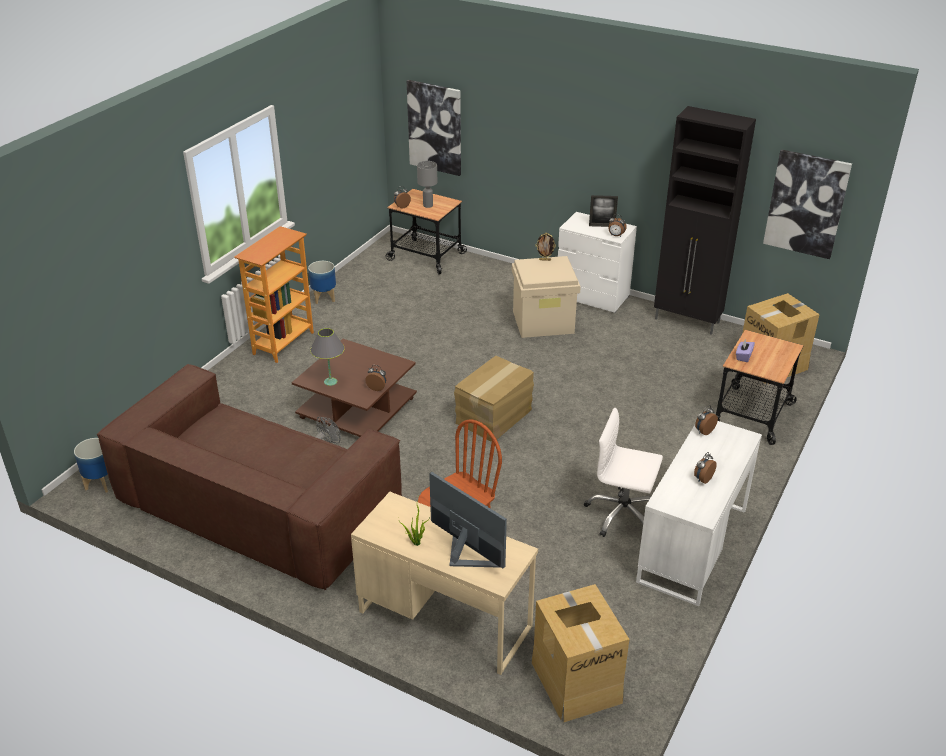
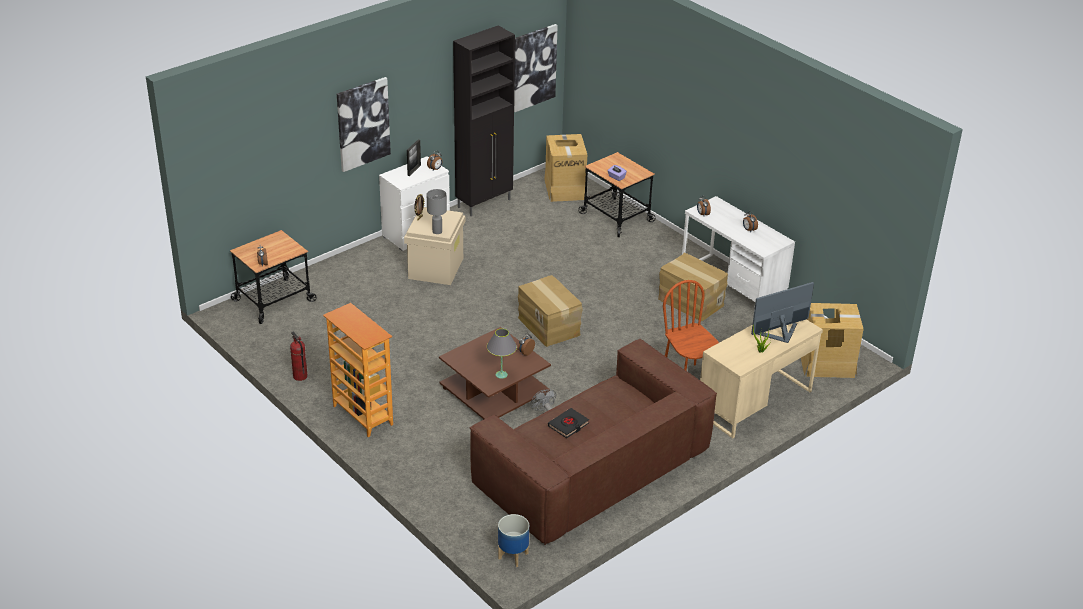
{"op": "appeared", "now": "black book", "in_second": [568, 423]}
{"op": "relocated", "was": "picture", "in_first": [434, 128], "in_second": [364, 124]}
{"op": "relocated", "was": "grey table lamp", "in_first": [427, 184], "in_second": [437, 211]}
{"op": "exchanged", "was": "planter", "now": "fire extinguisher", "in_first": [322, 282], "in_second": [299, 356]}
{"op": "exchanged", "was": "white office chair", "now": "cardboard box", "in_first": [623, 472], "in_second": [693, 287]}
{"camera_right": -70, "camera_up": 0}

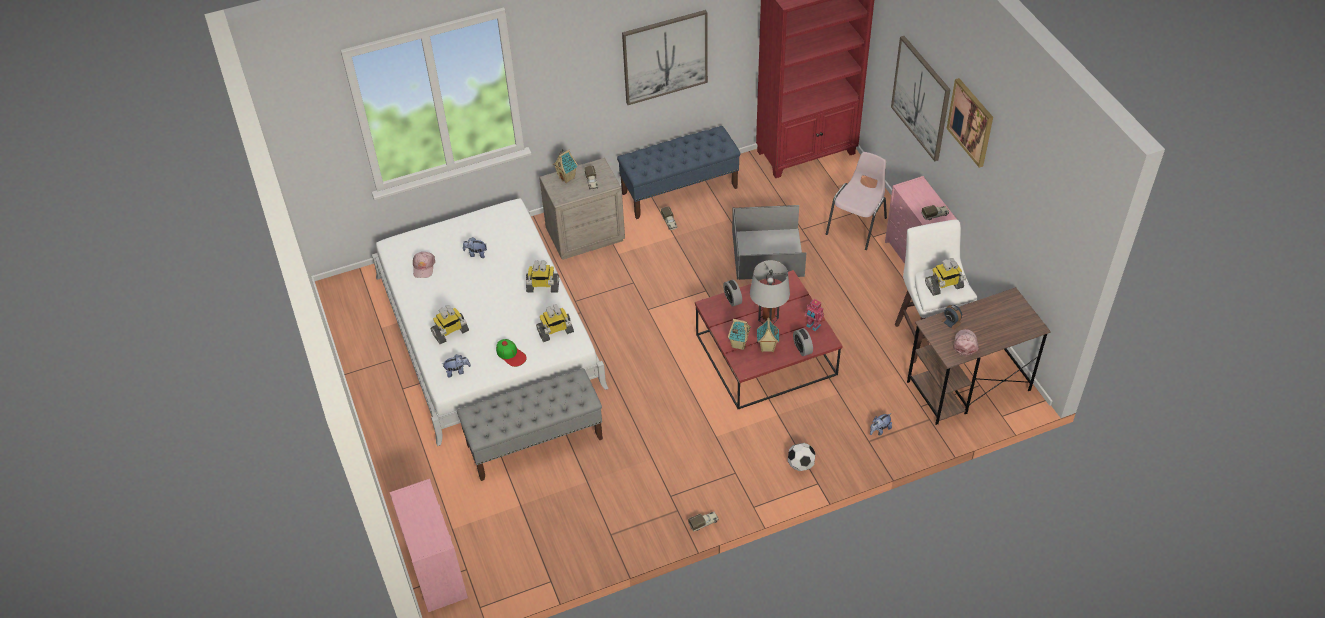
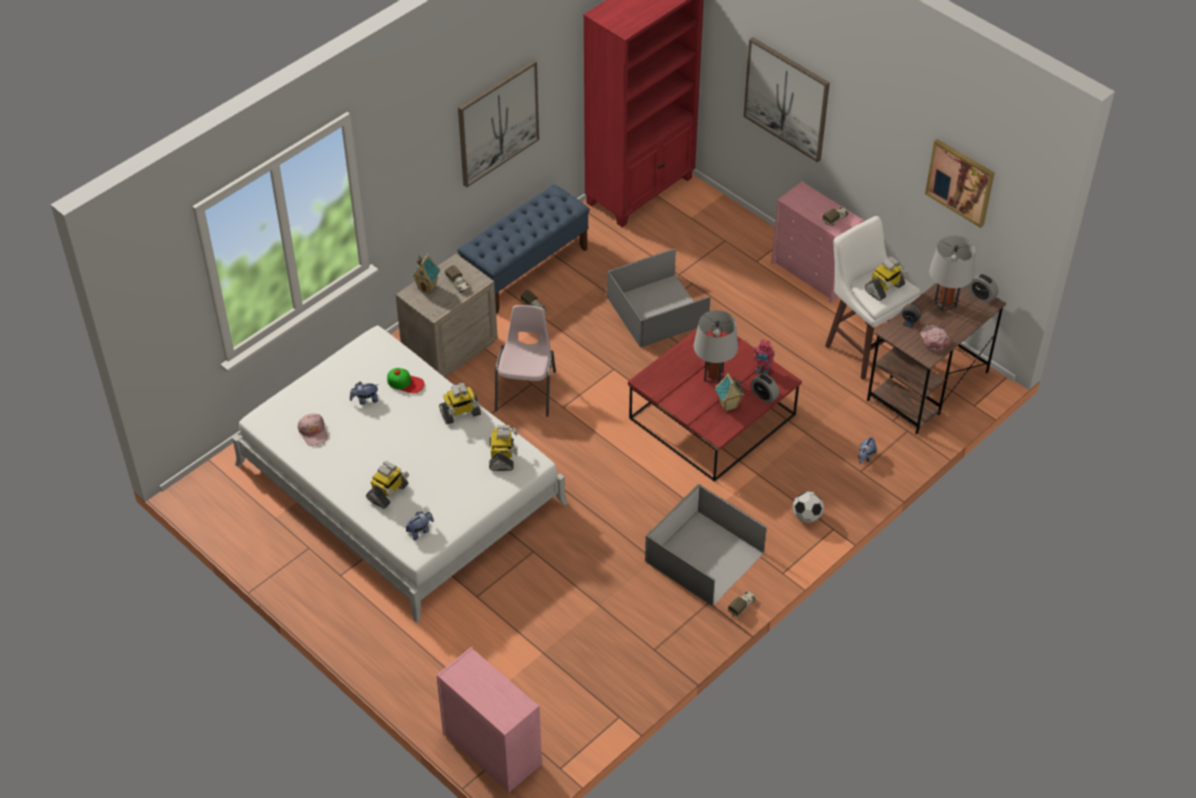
{"op": "missing", "was": "grey bench", "in_first": [530, 424]}
{"op": "missing", "was": "toy house", "in_first": [739, 334]}
{"op": "appeared", "now": "grey storage box", "in_second": [706, 545]}
{"op": "appeared", "now": "grey table lamp", "in_second": [952, 273]}
{"op": "relocated", "was": "cap", "in_first": [511, 353], "in_second": [406, 380]}
{"op": "relocated", "was": "alarm clock", "in_first": [732, 293], "in_second": [983, 288]}
{"op": "relocated", "was": "pink chair", "in_first": [856, 201], "in_second": [525, 361]}
{"op": "relocated", "was": "picture", "in_first": [969, 123], "in_second": [960, 183]}
{"op": "spun", "was": "toy robot", "in_first": [555, 323], "in_second": [503, 448], "clockwise": -45}
{"camera_right": -25, "camera_up": 0}

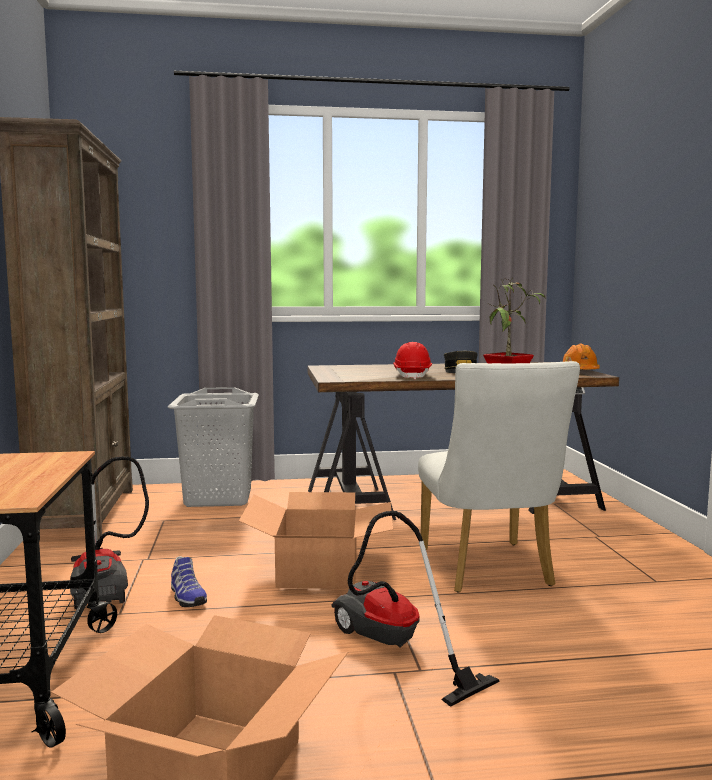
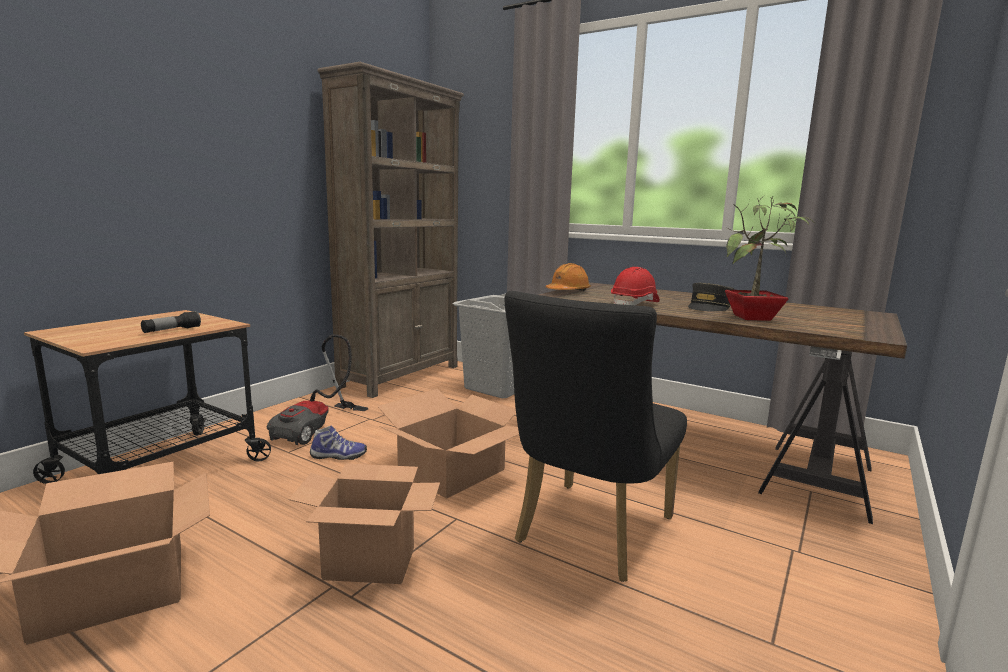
{"op": "appeared", "now": "flashlight", "in_second": [171, 322]}
{"op": "relocated", "was": "orange hard hat", "in_first": [581, 357], "in_second": [568, 277]}
{"op": "exchanged", "was": "vacuum cleaner", "now": "cardboard box", "in_first": [415, 609], "in_second": [364, 524]}
{"op": "colour", "was": "white chair", "now": "black chair", "in_first": [499, 477], "in_second": [595, 436]}
{"op": "spun", "was": "shoe", "in_first": [189, 581], "in_second": [338, 442], "clockwise": -105}
{"camera_right": 40, "camera_up": 5}

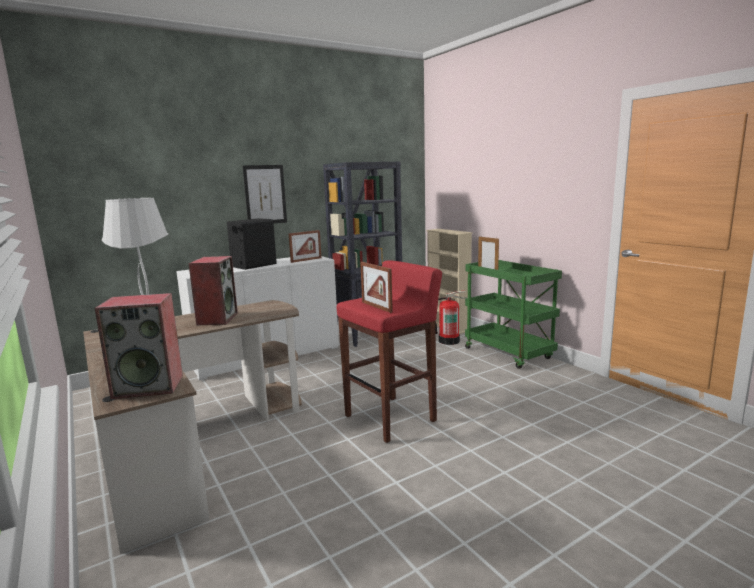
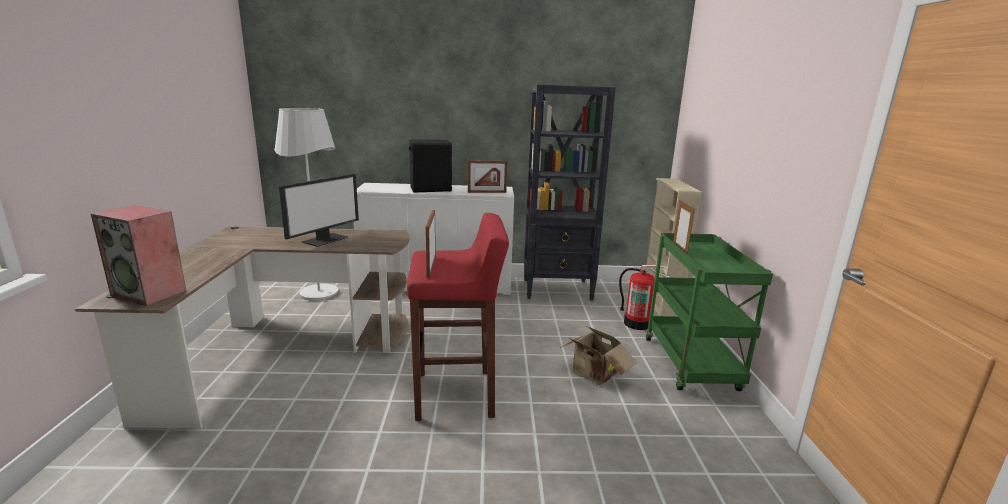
{"op": "missing", "was": "picture", "in_first": [264, 194]}
{"op": "appeared", "now": "cardboard box", "in_second": [598, 355]}
{"op": "exchanged", "was": "speaker", "now": "monitor", "in_first": [213, 290], "in_second": [319, 210]}
{"camera_right": 30, "camera_up": 5}

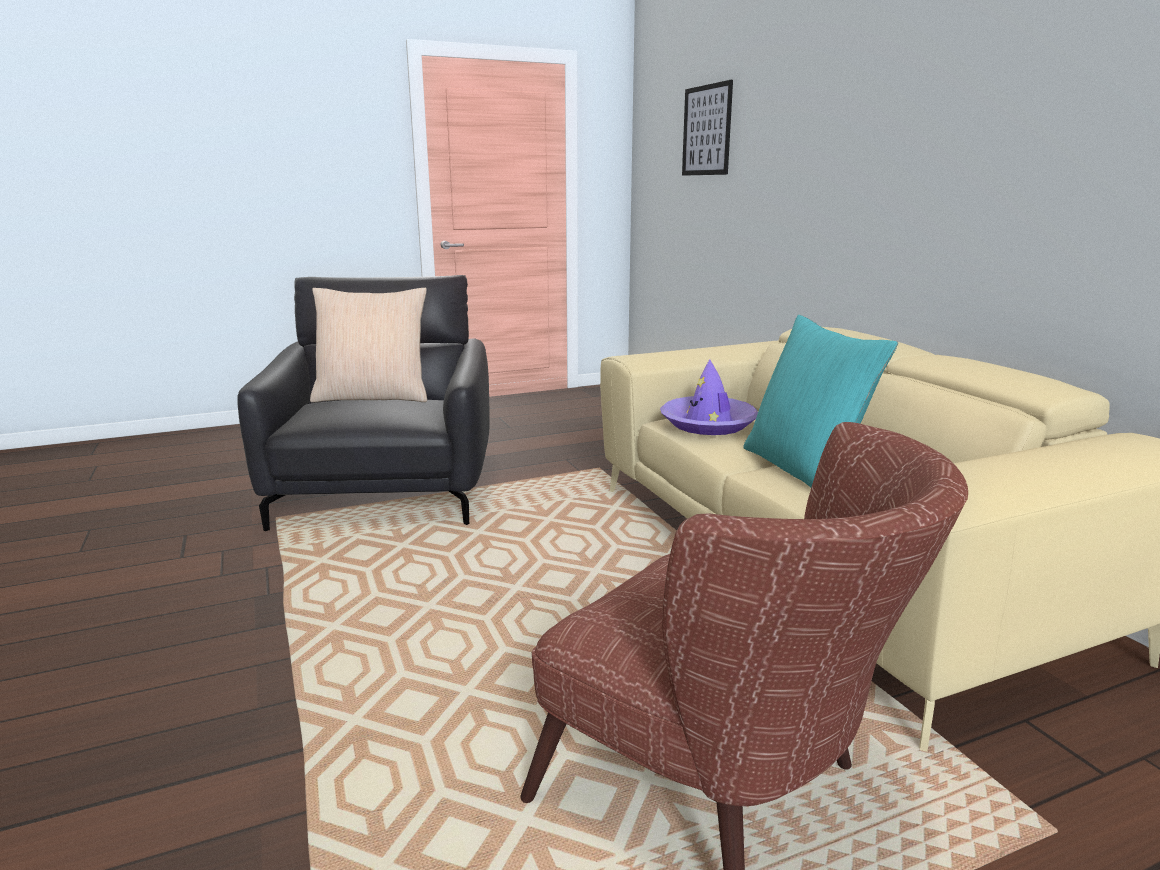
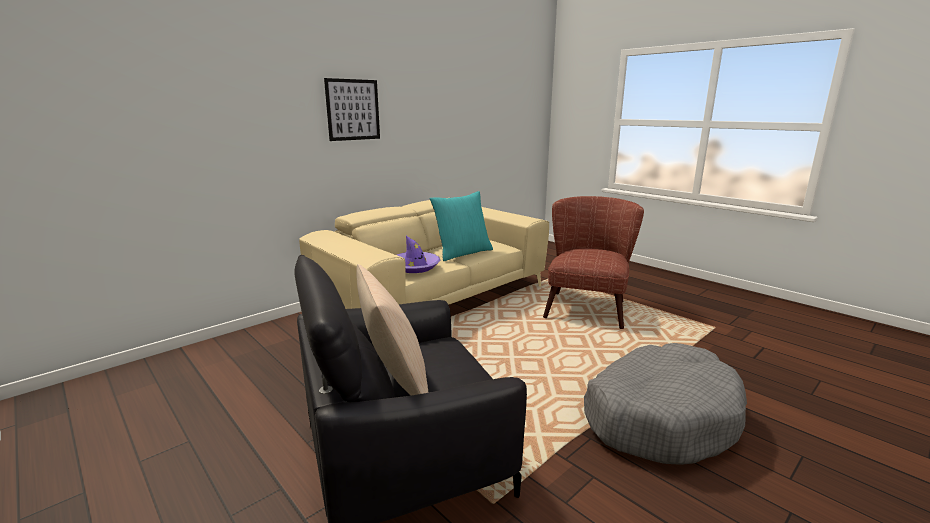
{"op": "appeared", "now": "grey dog bed", "in_second": [665, 404]}
{"op": "relocated", "was": "picture", "in_first": [707, 128], "in_second": [352, 109]}
{"camera_right": -110, "camera_up": 0}

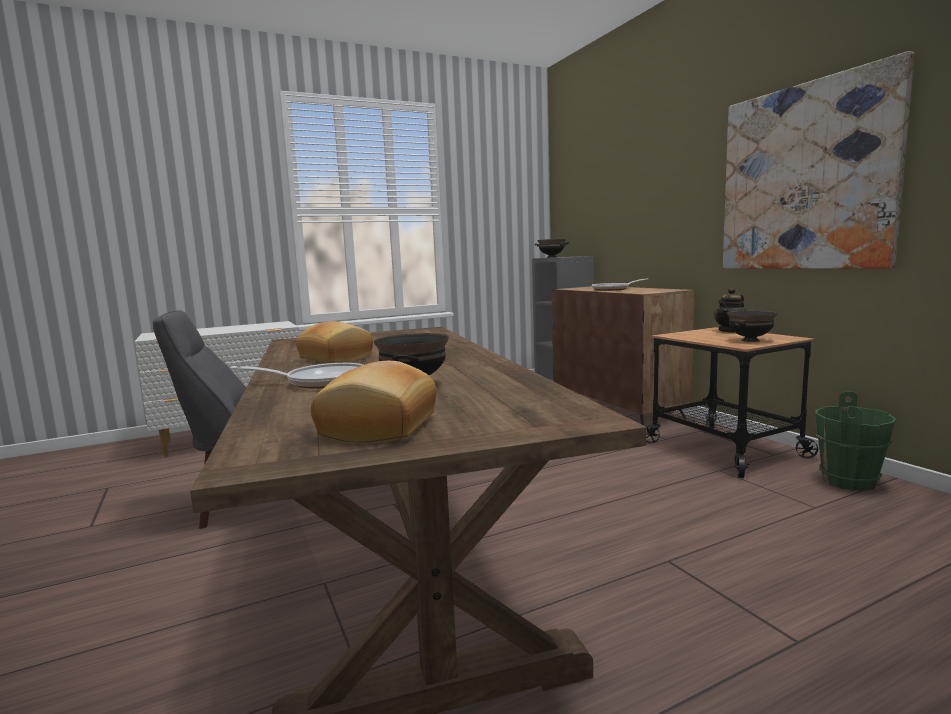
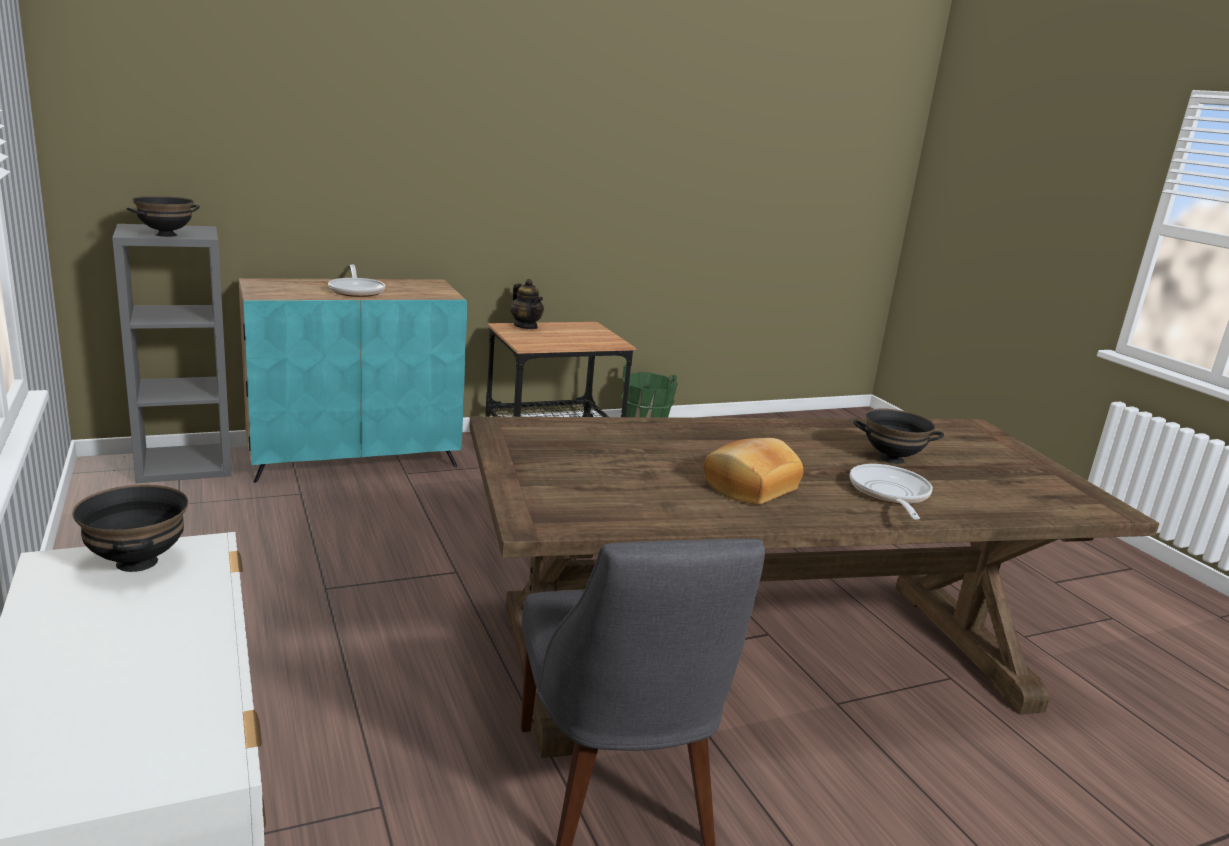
{"op": "missing", "was": "bread", "in_first": [373, 403]}
{"op": "missing", "was": "picture", "in_first": [818, 160]}
{"op": "relocated", "was": "black bowl", "in_first": [752, 326], "in_second": [130, 528]}
{"op": "colour", "was": "brown cabinet", "now": "turquoise cabinet", "in_first": [623, 355], "in_second": [353, 380]}
{"camera_right": -90, "camera_up": 10}

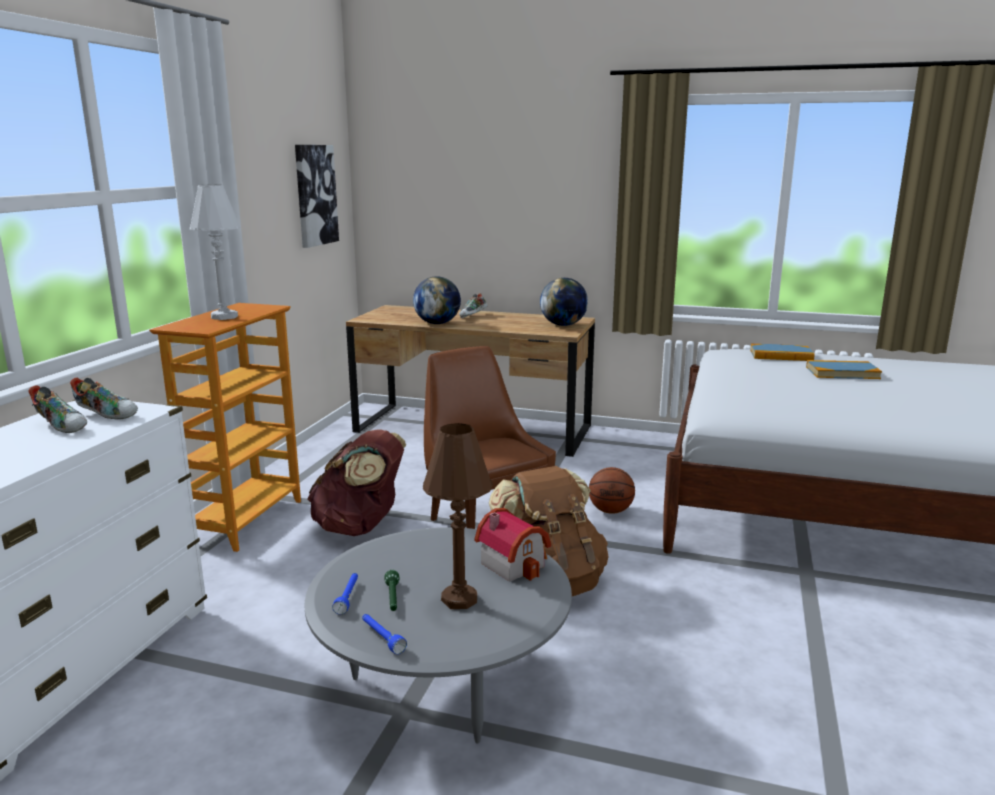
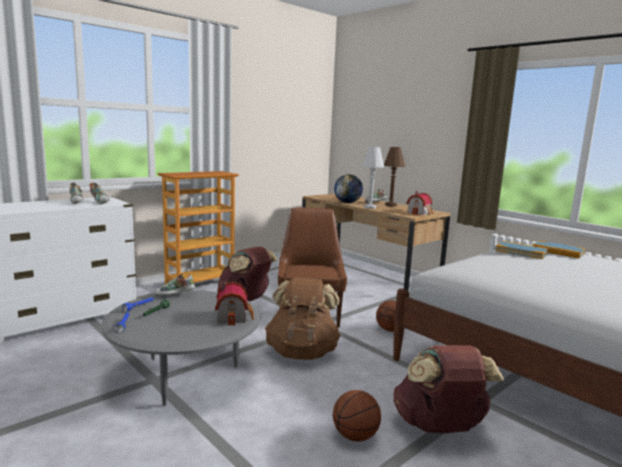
{"op": "missing", "was": "picture", "in_first": [317, 196]}
{"op": "appeared", "now": "shoe", "in_second": [174, 285]}
{"op": "appeared", "now": "basketball", "in_second": [357, 416]}
{"op": "appeared", "now": "brown backpack", "in_second": [448, 389]}
{"op": "relocated", "was": "white table lamp", "in_first": [215, 252], "in_second": [373, 178]}
{"op": "relocated", "was": "brown table lamp", "in_first": [458, 516], "in_second": [394, 177]}
{"op": "relocated", "was": "book", "in_first": [844, 369], "in_second": [521, 250]}
{"op": "exchanged", "was": "globe", "now": "toy house", "in_first": [564, 302], "in_second": [419, 203]}
{"camera_right": 30, "camera_up": -5}

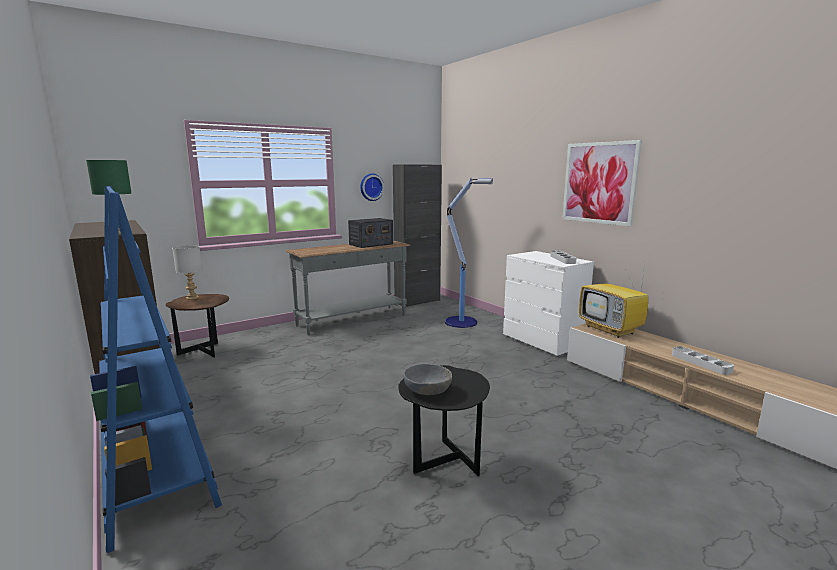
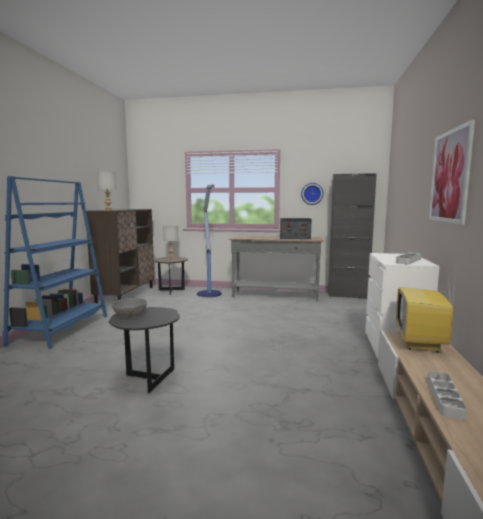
{"op": "relocated", "was": "floor lamp", "in_first": [469, 253], "in_second": [209, 240]}
{"op": "colour", "was": "green table lamp", "now": "grey table lamp", "in_first": [109, 197], "in_second": [107, 191]}
{"camera_right": 45, "camera_up": -5}

